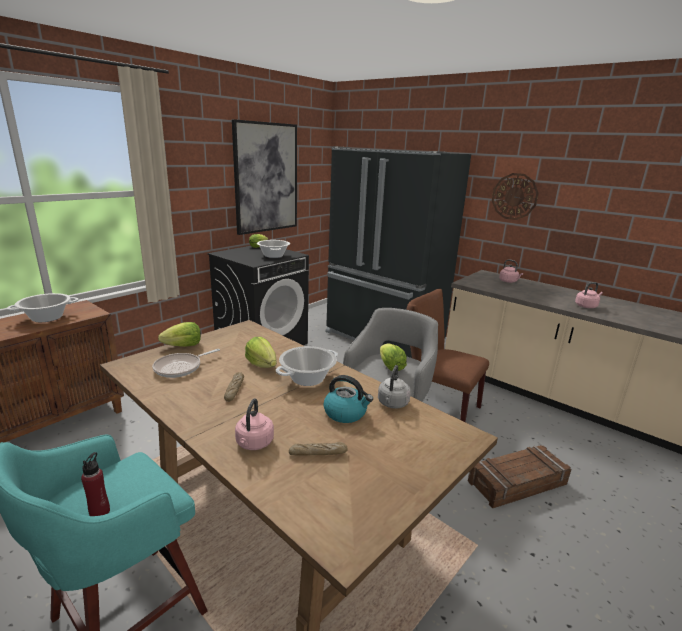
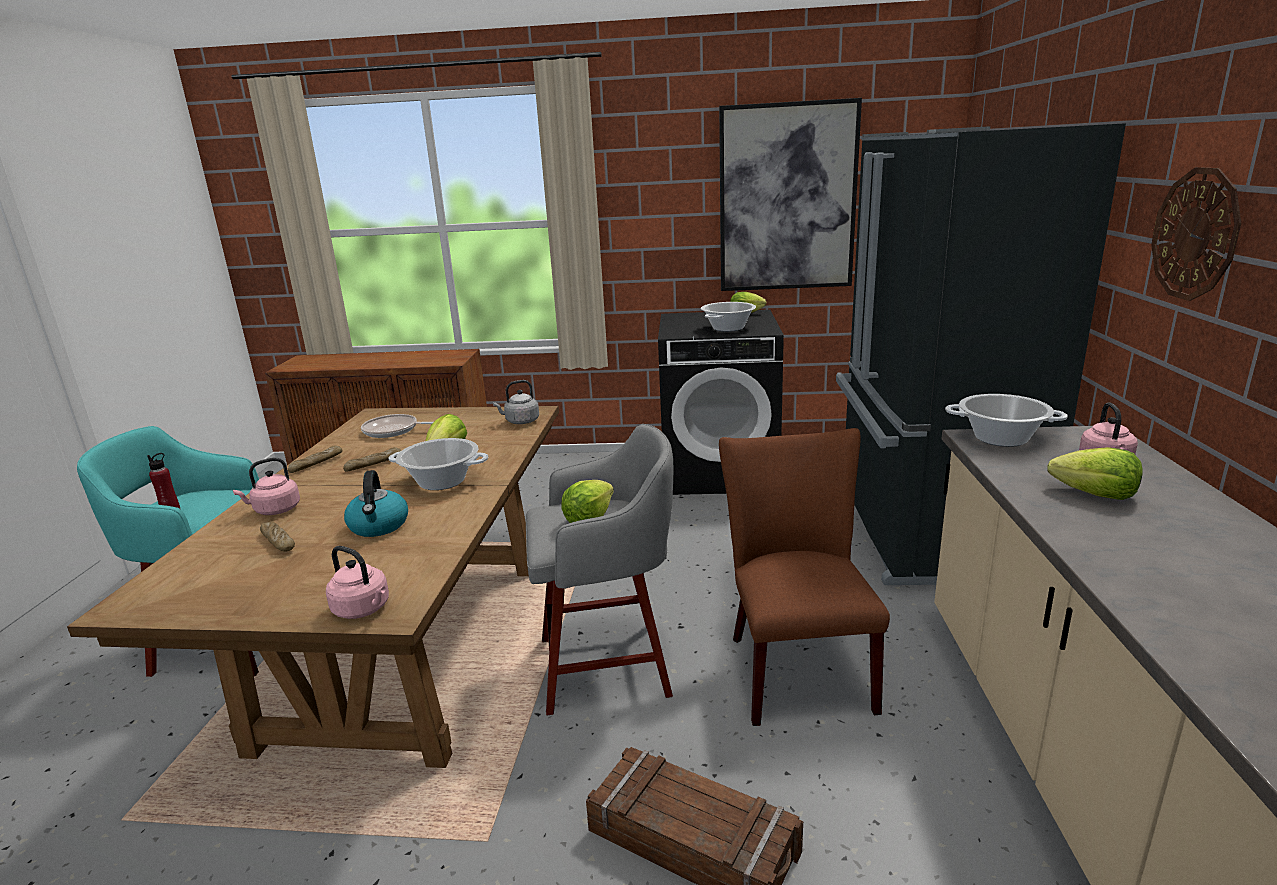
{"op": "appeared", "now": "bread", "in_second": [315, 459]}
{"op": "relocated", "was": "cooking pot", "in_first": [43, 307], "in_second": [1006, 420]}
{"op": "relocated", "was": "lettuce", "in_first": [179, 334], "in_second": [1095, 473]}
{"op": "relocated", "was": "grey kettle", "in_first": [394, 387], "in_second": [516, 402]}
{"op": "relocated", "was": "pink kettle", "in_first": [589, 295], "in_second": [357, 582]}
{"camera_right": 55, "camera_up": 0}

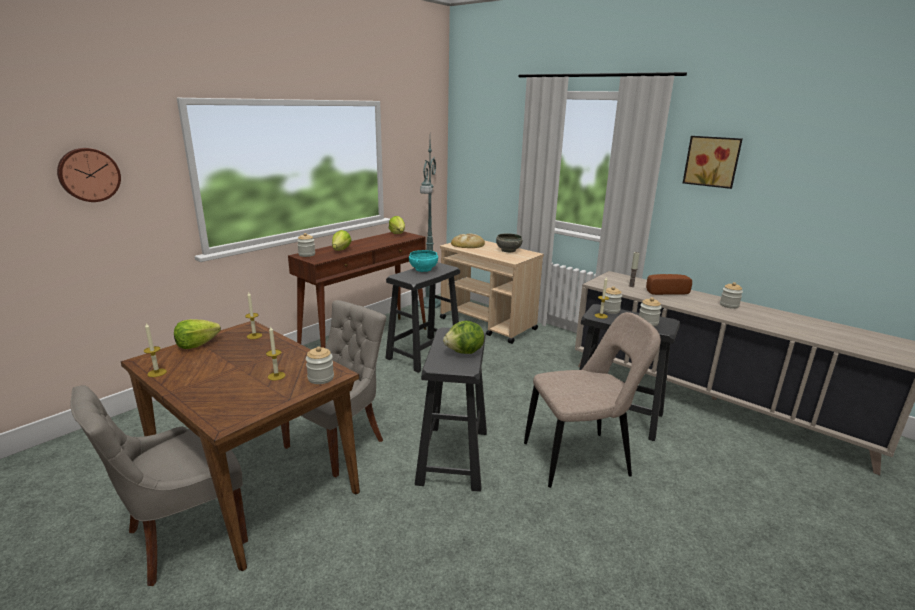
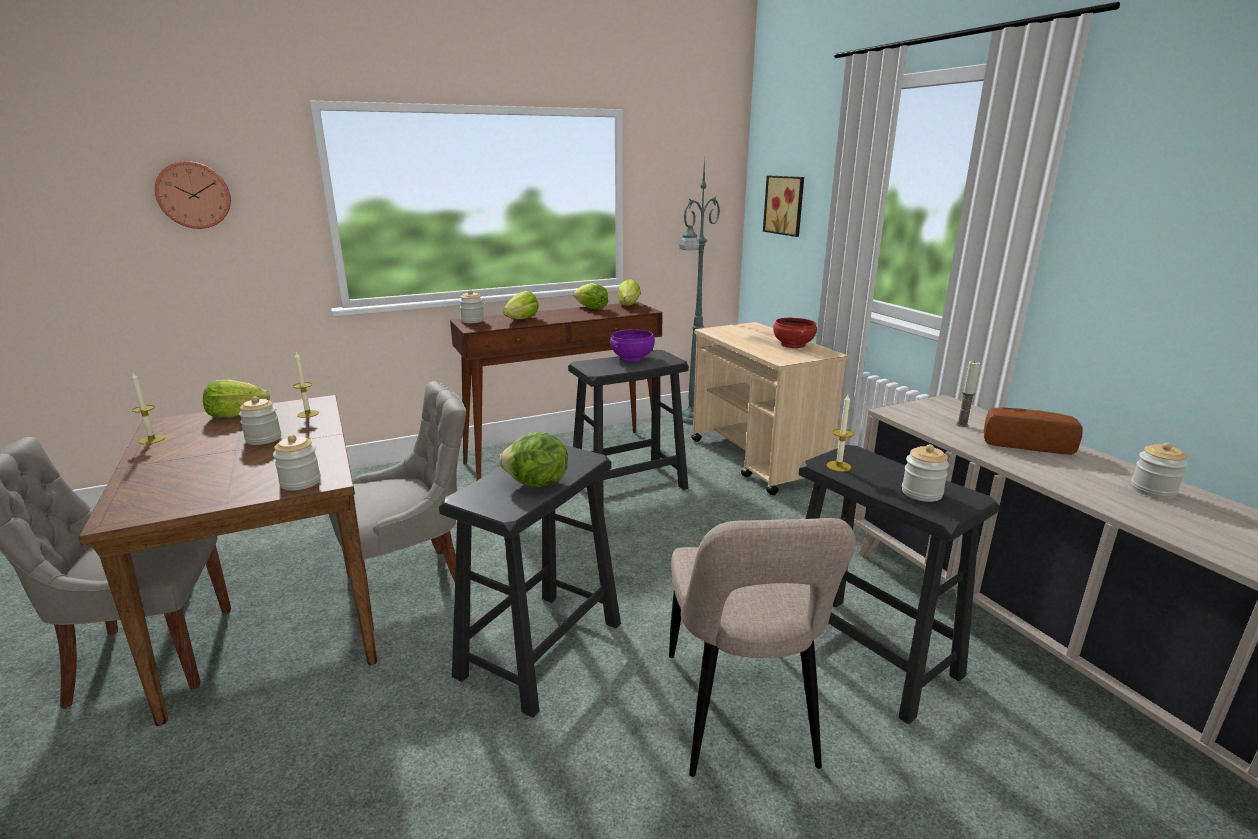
{"op": "missing", "was": "candle", "in_first": [276, 353]}
{"op": "missing", "was": "bread", "in_first": [468, 241]}
{"op": "appeared", "now": "lettuce", "in_second": [590, 296]}
{"op": "relocated", "was": "jar", "in_first": [612, 300], "in_second": [260, 420]}
{"op": "relocated", "was": "picture", "in_first": [713, 162], "in_second": [783, 206]}
{"op": "colour", "was": "turquoise bowl", "now": "purple bowl", "in_first": [423, 261], "in_second": [632, 346]}
{"op": "colour", "was": "grey bowl", "now": "red bowl", "in_first": [509, 243], "in_second": [795, 333]}
{"op": "spun", "was": "beige chair", "in_first": [592, 400], "in_second": [762, 647], "clockwise": 75}
{"camera_right": 25, "camera_up": 0}

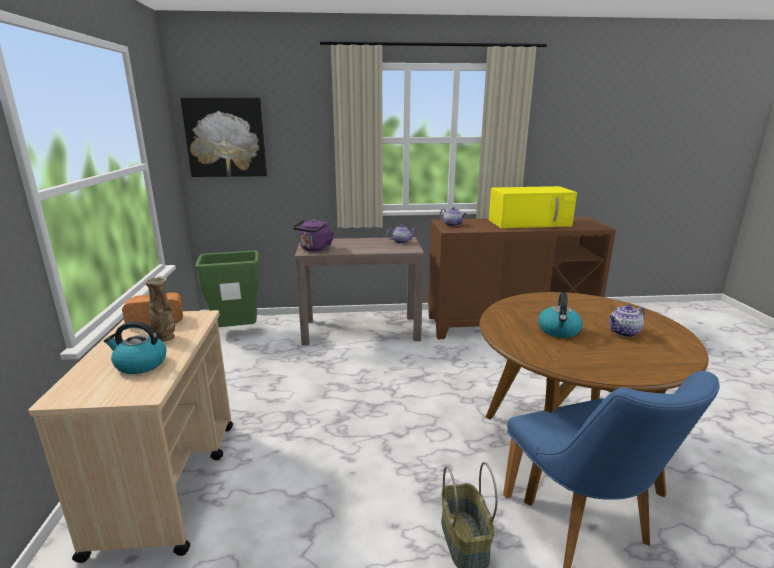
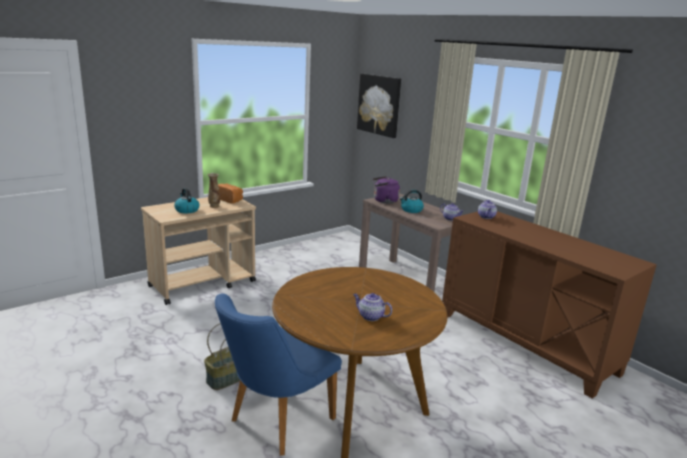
{"op": "missing", "was": "green trash can", "in_first": [227, 289]}
{"op": "missing", "was": "yellow microwave", "in_first": [533, 207]}
{"op": "relocated", "was": "kettle", "in_first": [560, 315], "in_second": [412, 201]}
{"camera_right": 55, "camera_up": 0}

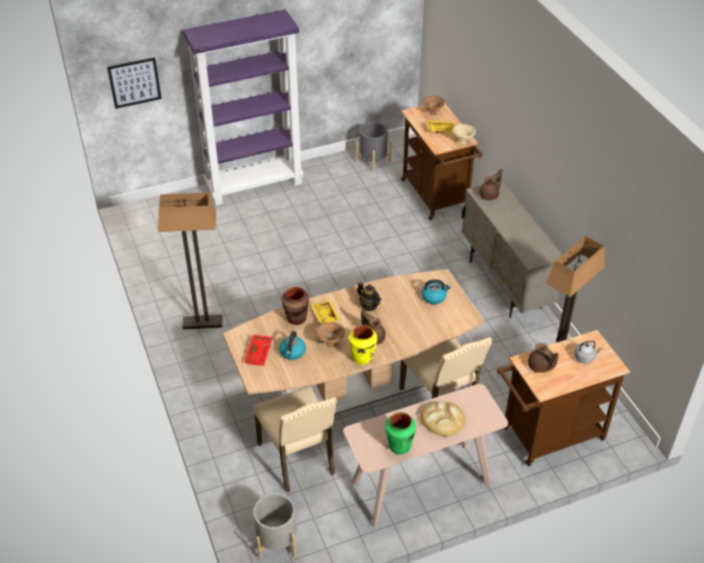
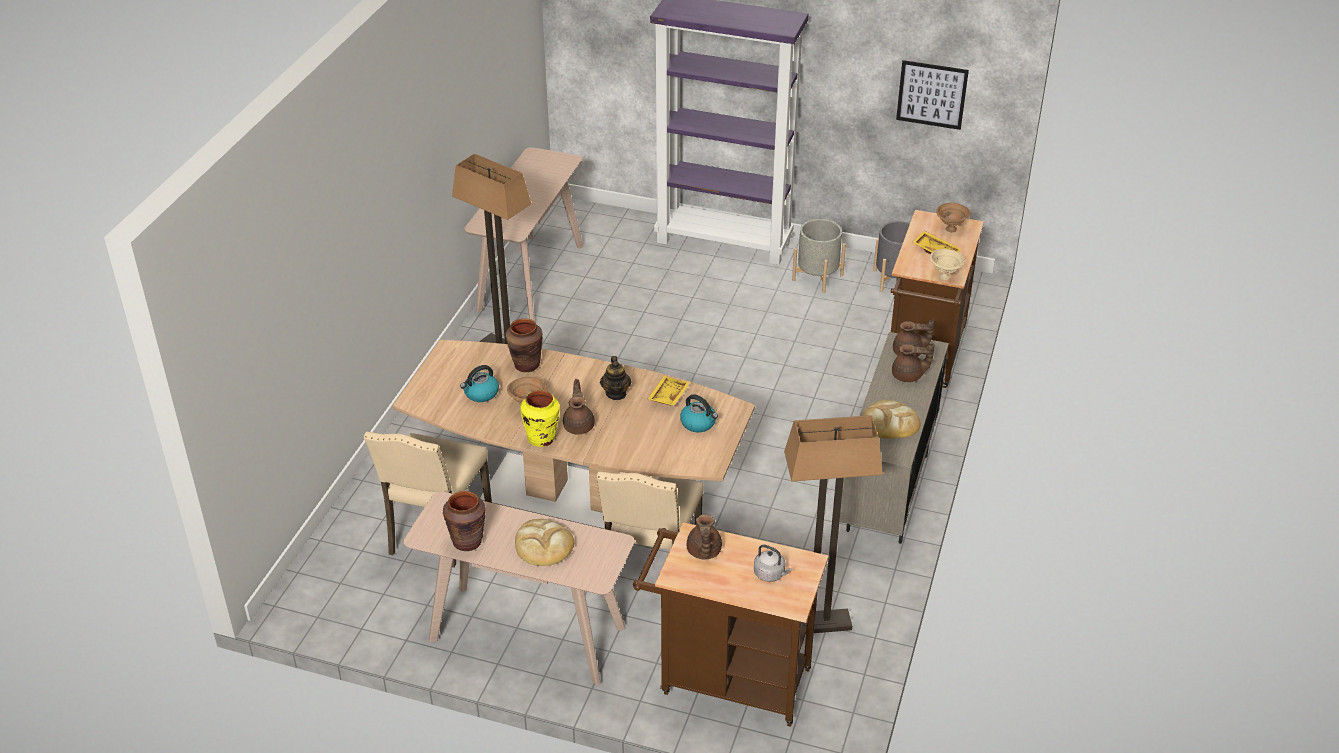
{"op": "missing", "was": "red tray", "in_first": [258, 350]}
{"op": "appeared", "now": "beige console table", "in_second": [523, 234]}
{"op": "appeared", "now": "bread", "in_second": [891, 419]}
{"op": "appeared", "now": "brown teapot", "in_second": [913, 362]}
{"op": "relocated", "was": "picture", "in_first": [134, 83], "in_second": [932, 95]}
{"op": "relocated", "was": "grey planter", "in_first": [275, 526], "in_second": [819, 256]}
{"op": "relocated", "was": "yellow tray", "in_first": [325, 312], "in_second": [669, 391]}
{"op": "colour", "was": "green vase", "now": "brown vase", "in_first": [400, 433], "in_second": [464, 521]}
{"camera_right": 40, "camera_up": -5}

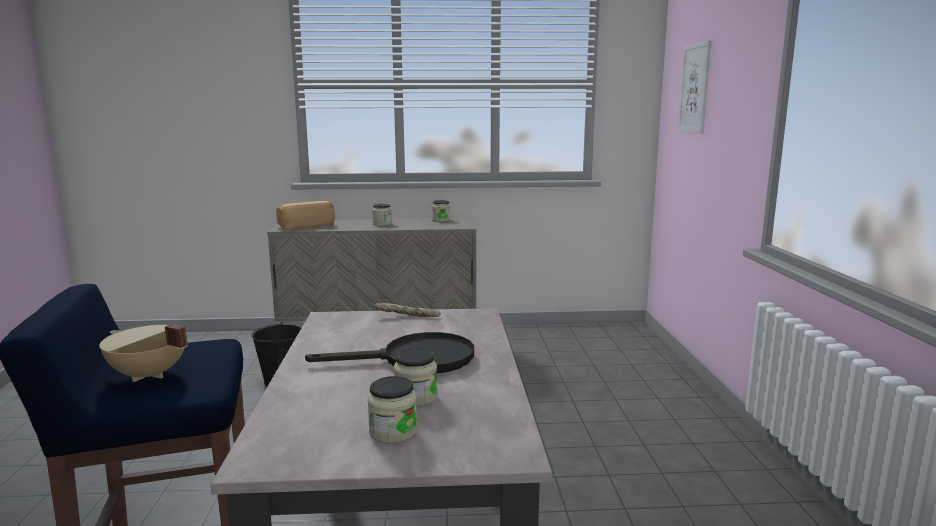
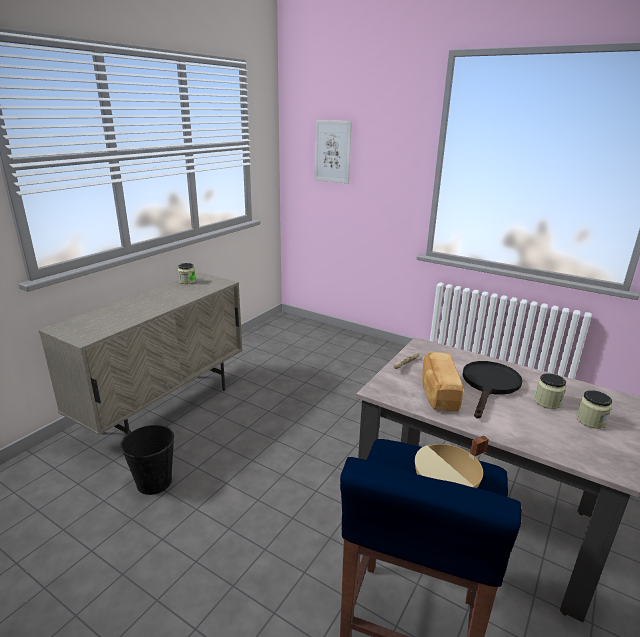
{"op": "missing", "was": "jar", "in_first": [382, 215]}
{"op": "relocated", "was": "bread", "in_first": [305, 215], "in_second": [442, 382]}
{"camera_right": -55, "camera_up": 10}

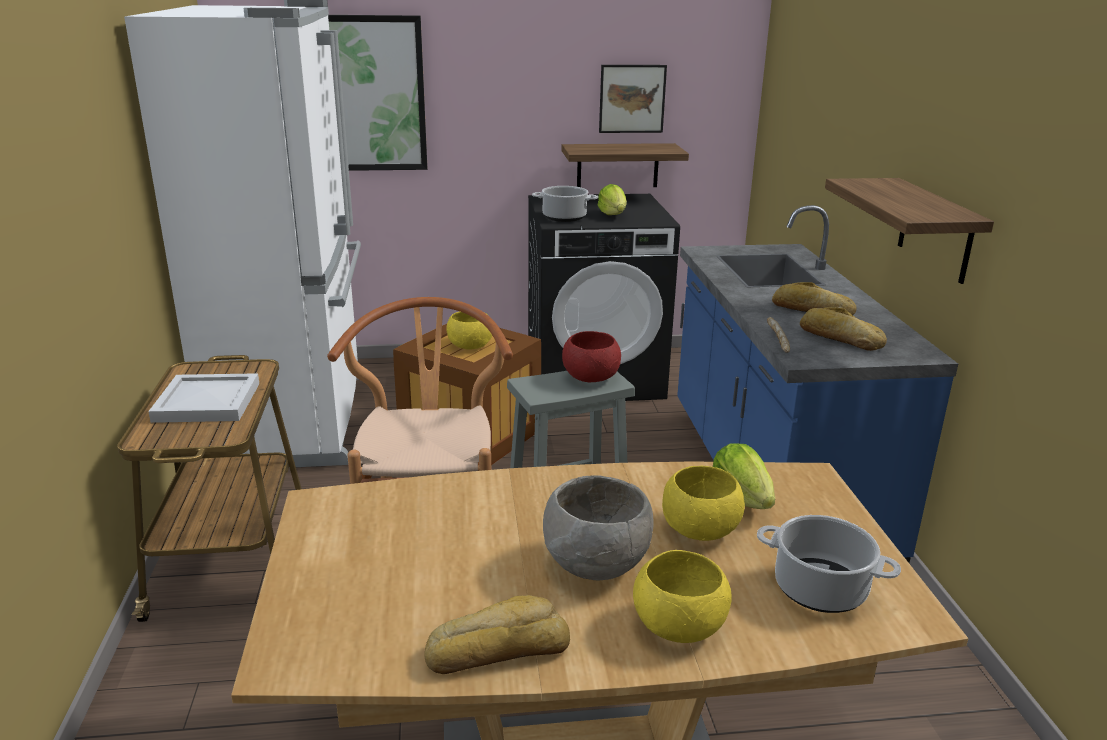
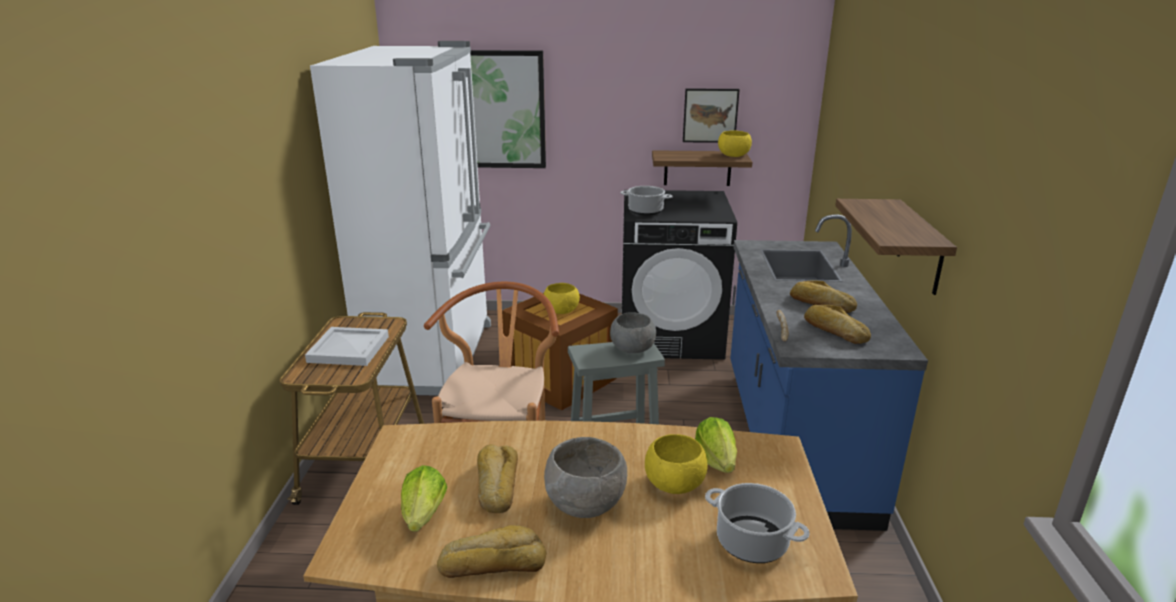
{"op": "appeared", "now": "bread", "in_second": [497, 478]}
{"op": "relocated", "was": "lettuce", "in_first": [612, 199], "in_second": [424, 498]}
{"op": "relocated", "was": "yellow bowl", "in_first": [682, 596], "in_second": [735, 143]}
{"op": "colour", "was": "red bowl", "now": "grey bowl", "in_first": [591, 356], "in_second": [633, 332]}
{"camera_right": 10, "camera_up": 0}

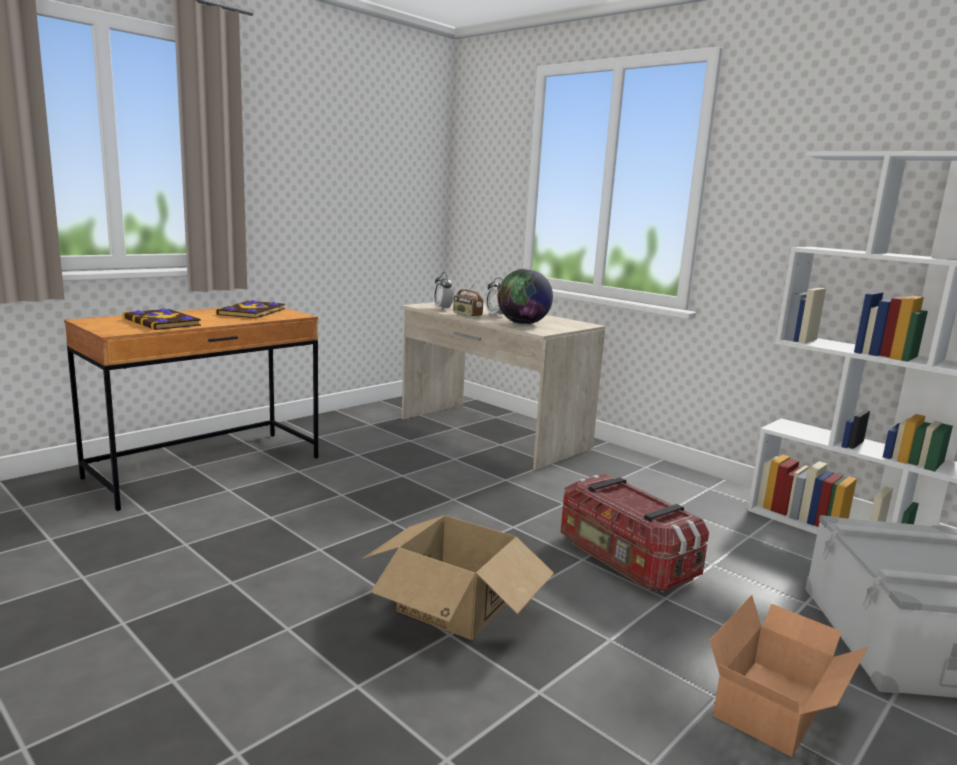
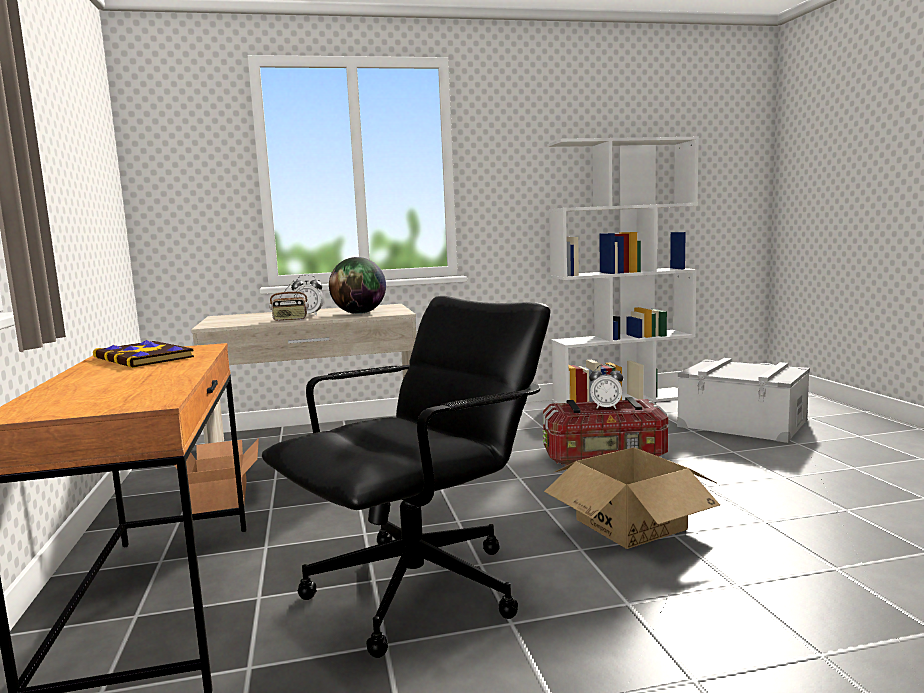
{"op": "missing", "was": "book", "in_first": [161, 319]}
{"op": "appeared", "now": "black office chair", "in_second": [406, 477]}
{"op": "relocated", "was": "alarm clock", "in_first": [443, 291], "in_second": [606, 386]}
{"op": "relocated", "was": "cardboard box", "in_first": [788, 676], "in_second": [217, 476]}
{"camera_right": -55, "camera_up": -5}

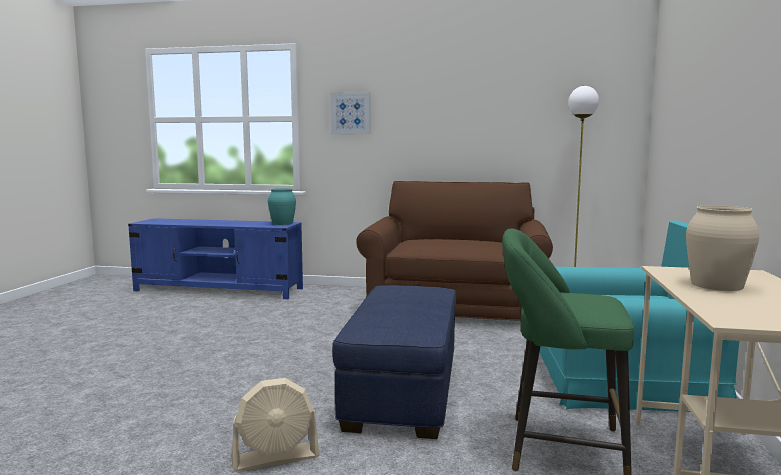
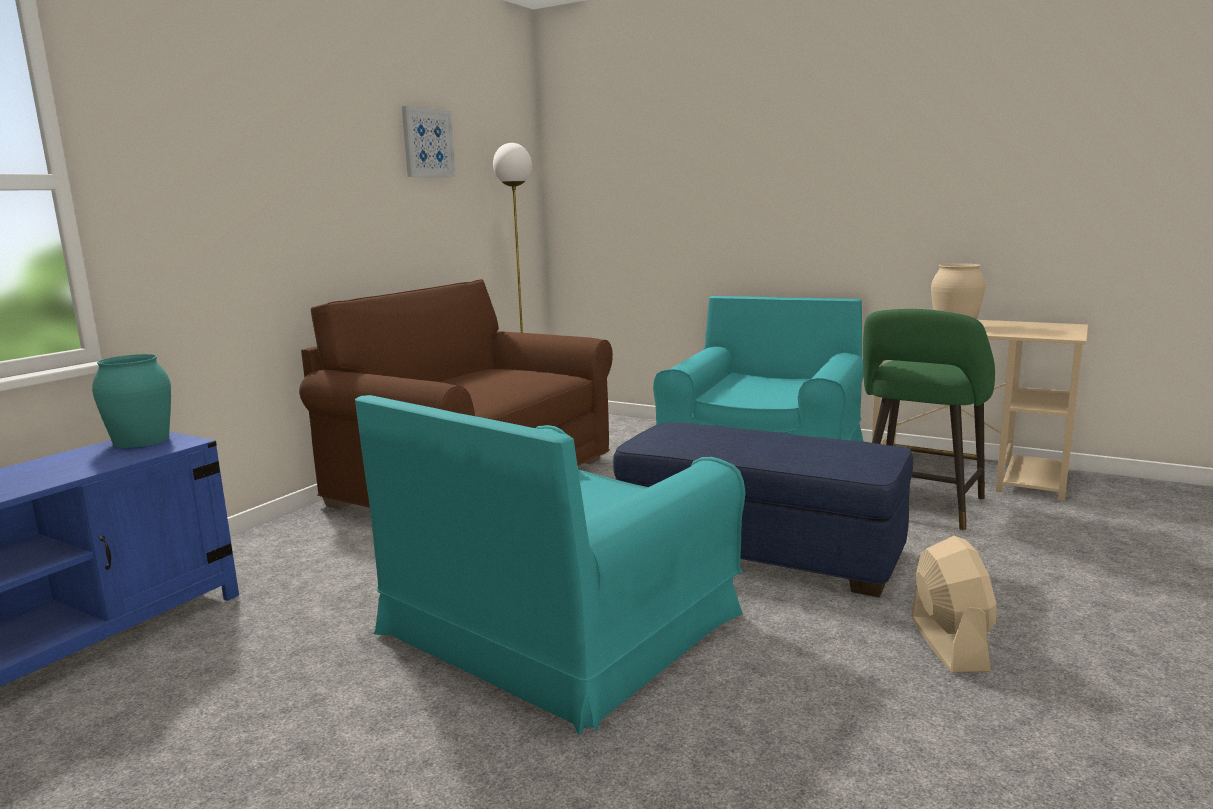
{"op": "appeared", "now": "turquoise armchair", "in_second": [550, 565]}
{"op": "relocated", "was": "picture", "in_first": [350, 113], "in_second": [429, 141]}
{"camera_right": -70, "camera_up": 5}

